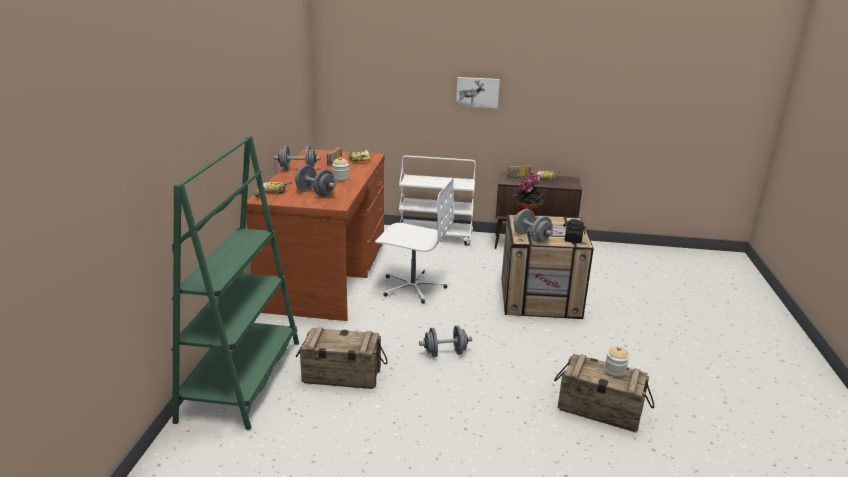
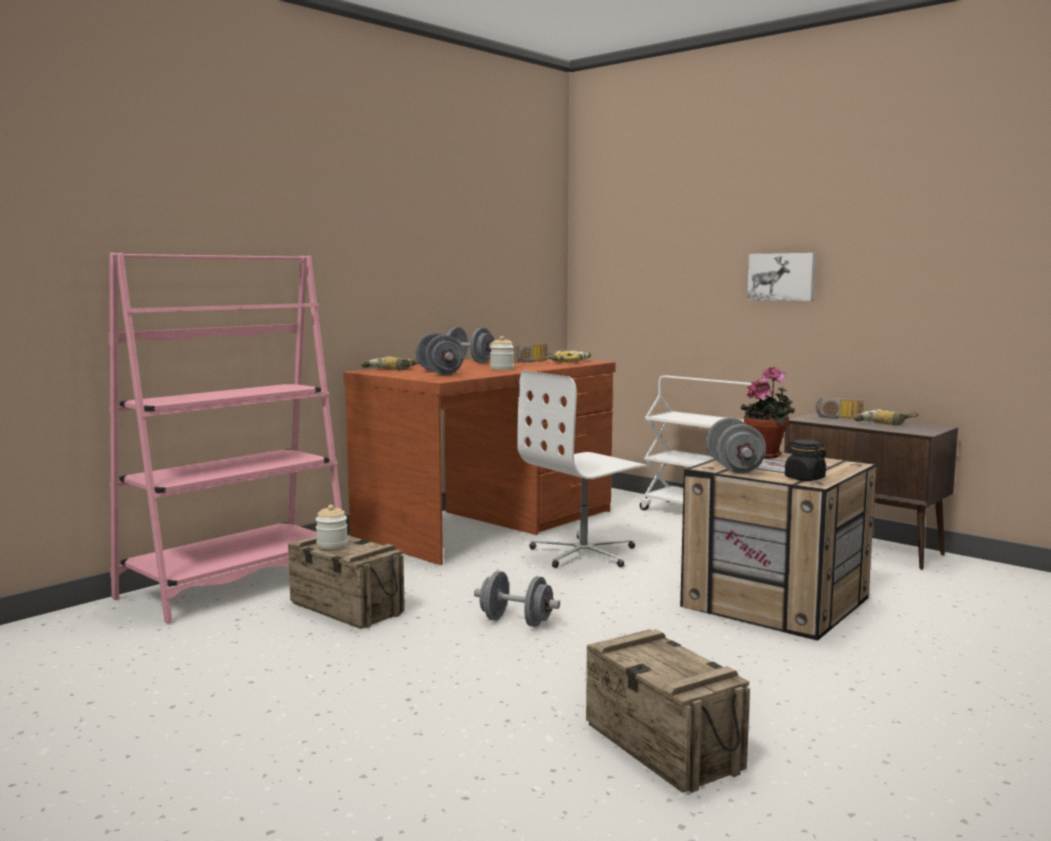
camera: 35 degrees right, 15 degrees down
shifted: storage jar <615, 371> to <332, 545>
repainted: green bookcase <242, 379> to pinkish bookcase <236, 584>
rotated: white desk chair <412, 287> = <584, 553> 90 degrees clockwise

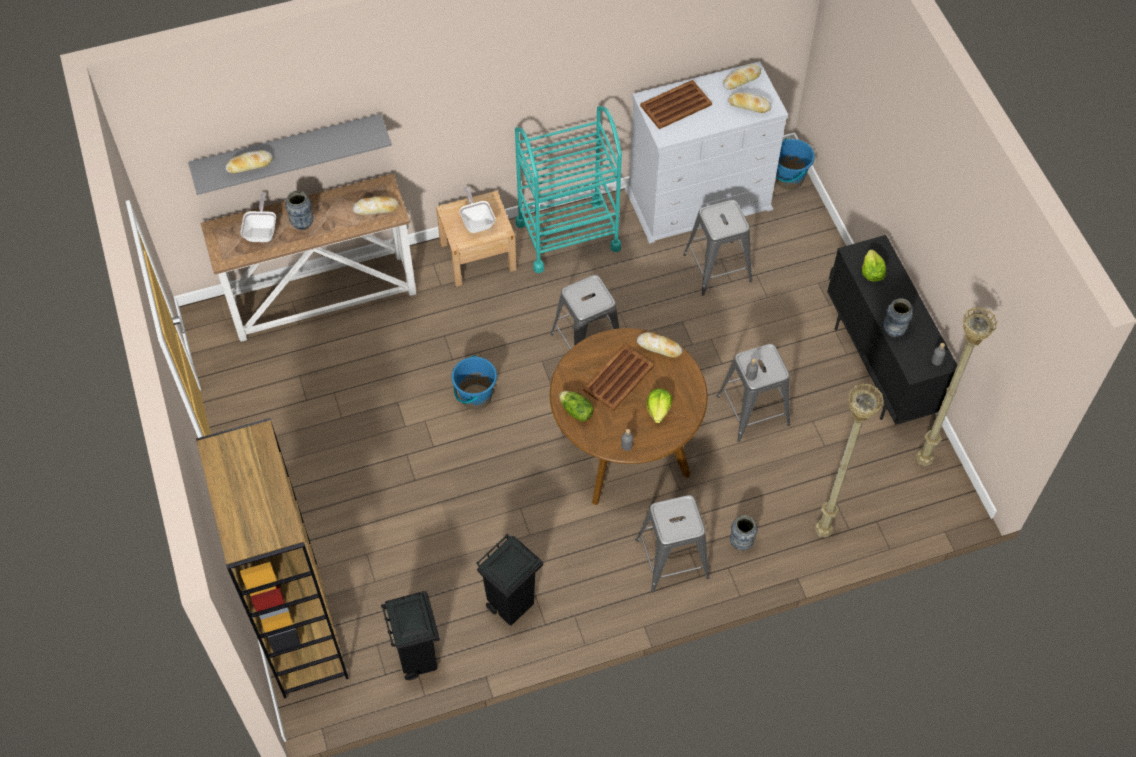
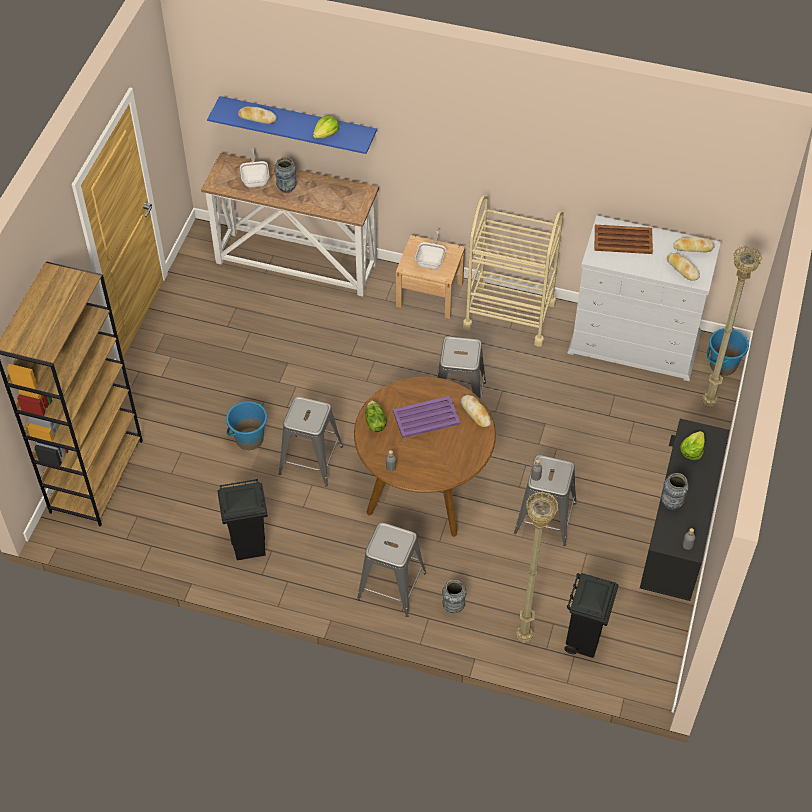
camera: 35 degrees right, 5 degrees down
gone: bakery bread <375, 208>
shifted: blue water bucket <475, 397> to <249, 439>; greyish sitting stool <717, 268> to <311, 460>; lettuce head <658, 409> to <326, 134>; black waste bin <418, 658> to <583, 641>; beige-coloured floor lamp <923, 462> to <708, 405>
repainted: greyish bracket shelf <288, 148> to blue bracket shelf <298, 123>; brownish serving tray <618, 378> to purple serving tray <425, 417>; blue-green cart <567, 235> to beige-coloured cart <509, 315>
rotated: frying pan <262, 231> = <255, 179> 45 degrees counterclockwise

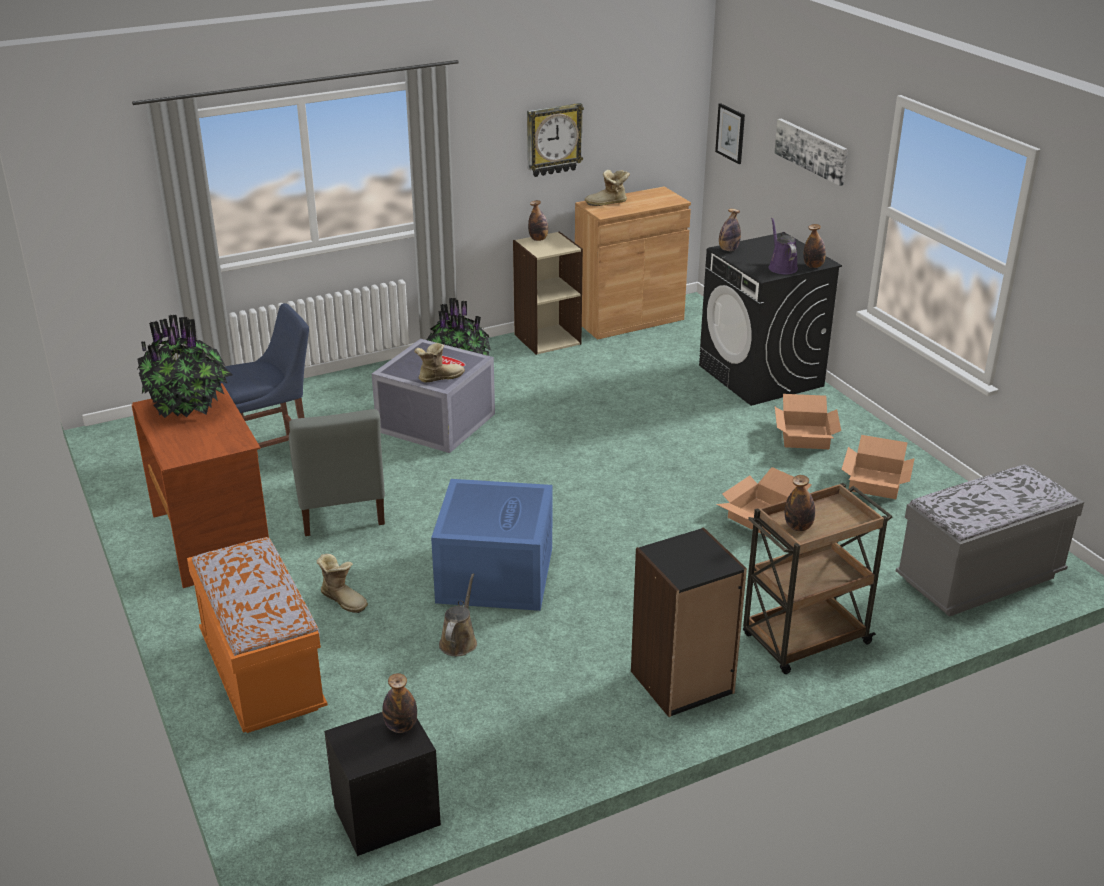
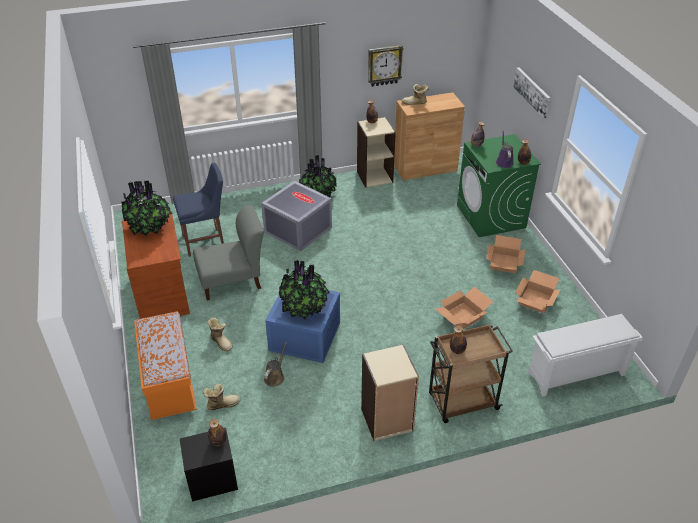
camera: 10 degrees right, 10 degrees up
gone: picture <730, 133>
new: potted plant <305, 309>
shifted: tall boot <439, 377> to <222, 404>
swapped: greyish indoor bench <979, 579> to white shoe rack <575, 374>
repainted: black bookcase <682, 683> to beige-coloured bookcase <387, 420>; black laundry machine <761, 376> to green laundry machine <491, 216>
rotated: greyish upright chair <339, 506> = <232, 280> 105 degrees counterclockwise

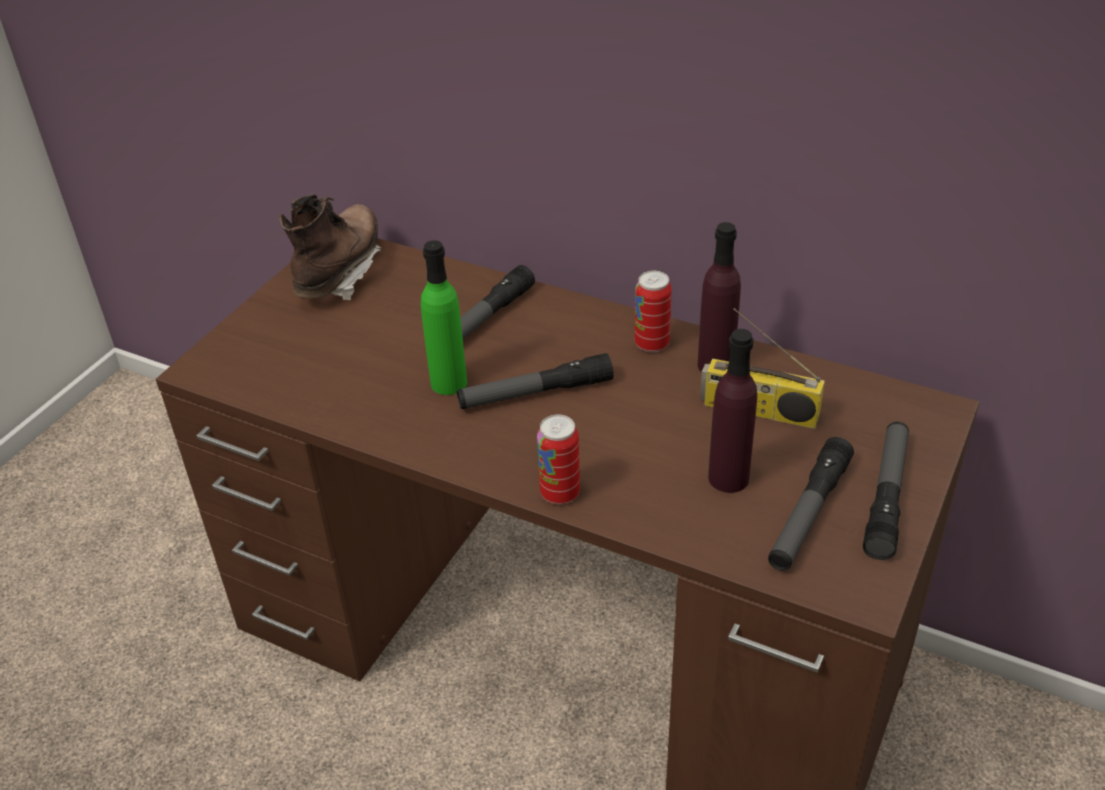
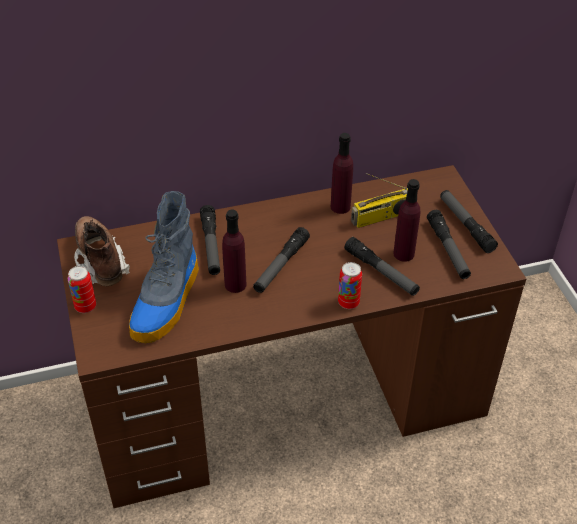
camera: 45 degrees left, 5 degrees up
new: tall boot <166, 302>; torch <381, 272>
shifted: metal can <651, 344> to <85, 307>
repainted: green drink bottle <448, 383> to purple drink bottle <235, 284>

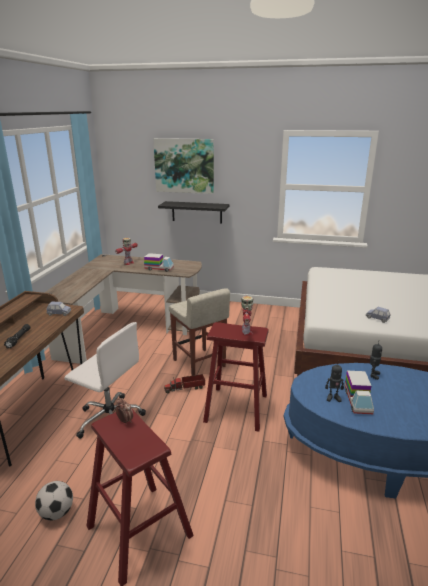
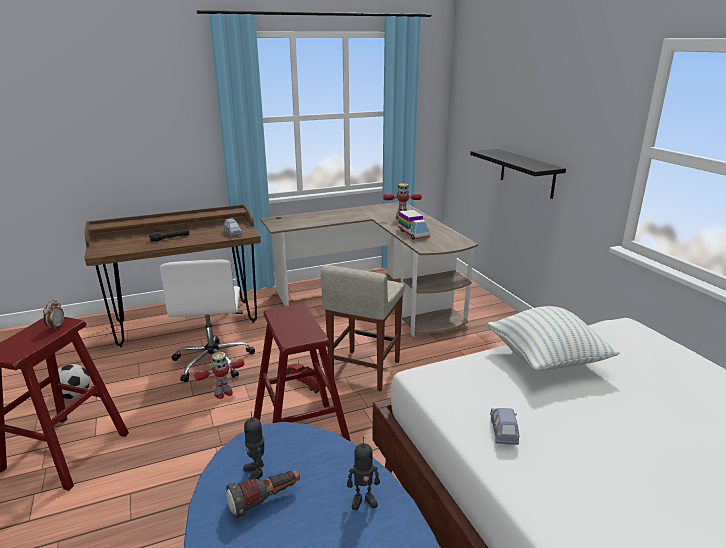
camera: 55 degrees right, 0 degrees up
gone: picture <184, 166>
new: throw pillow <546, 360>
shifted: robot figure <246, 332> to <223, 393>
swapped: toy truck <357, 401> to torch <265, 501>

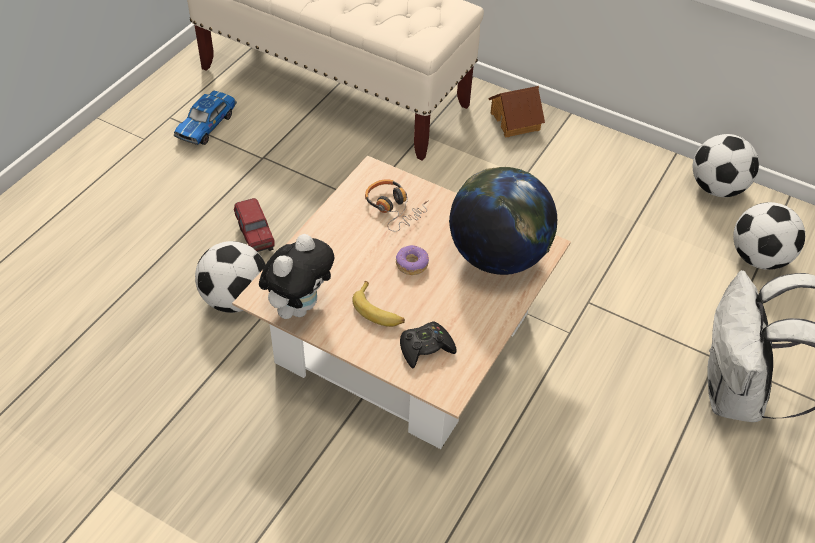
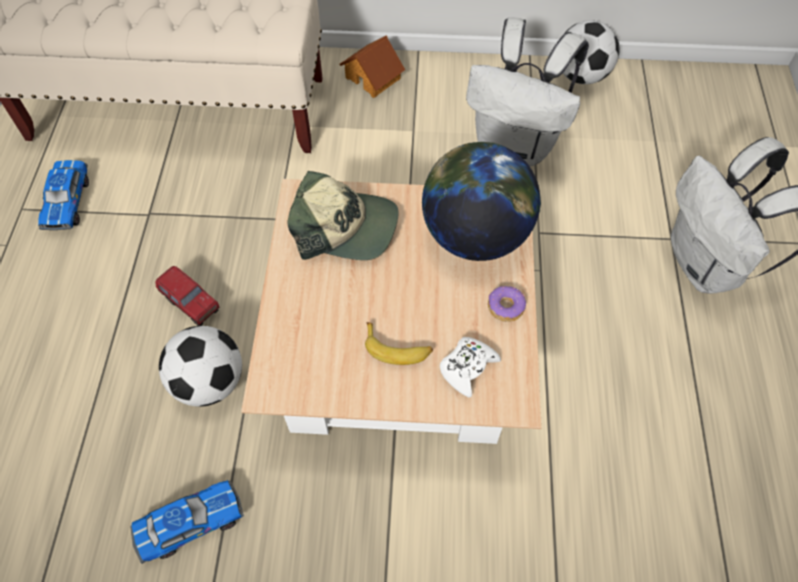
camera: 25 degrees left, 10 degrees up
gone: plush toy <299, 306>; ball for football <758, 258>
new: toy car <189, 524>; white rucksack <516, 145>
shifted: ring doughnut <411, 264> to <505, 307>
swapped: headphones <394, 209> to peaked cap <345, 227>
repainted: black gamepad <425, 348> to white gamepad <467, 368>

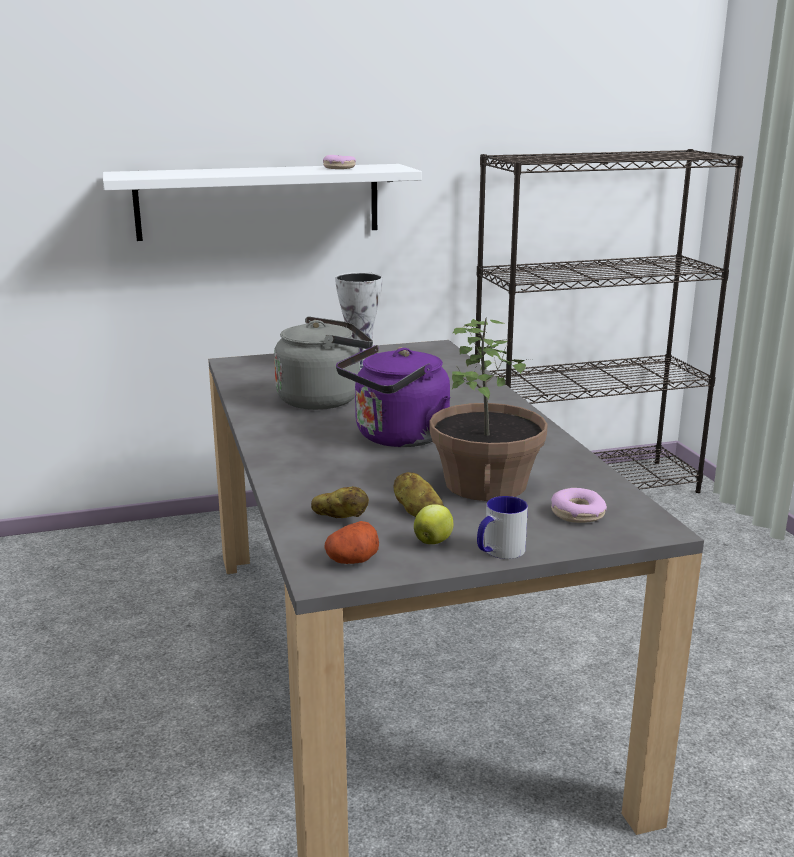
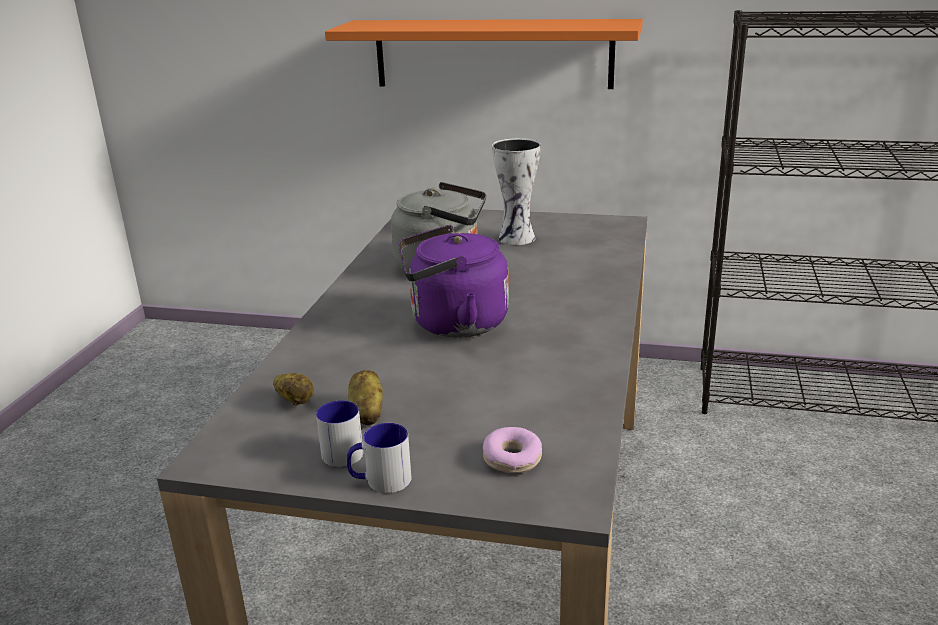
camera: 30 degrees right, 5 degrees up
gone: ring doughnut <339, 168>; potato <352, 560>; potted plant <487, 484>
swapped: apple fruit <433, 542> to coffee mug <338, 450>
repainted: white bracket shelf <259, 201> to orange bracket shelf <492, 54>

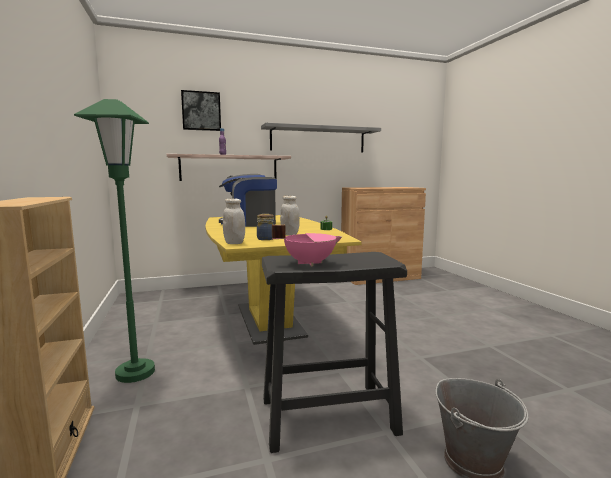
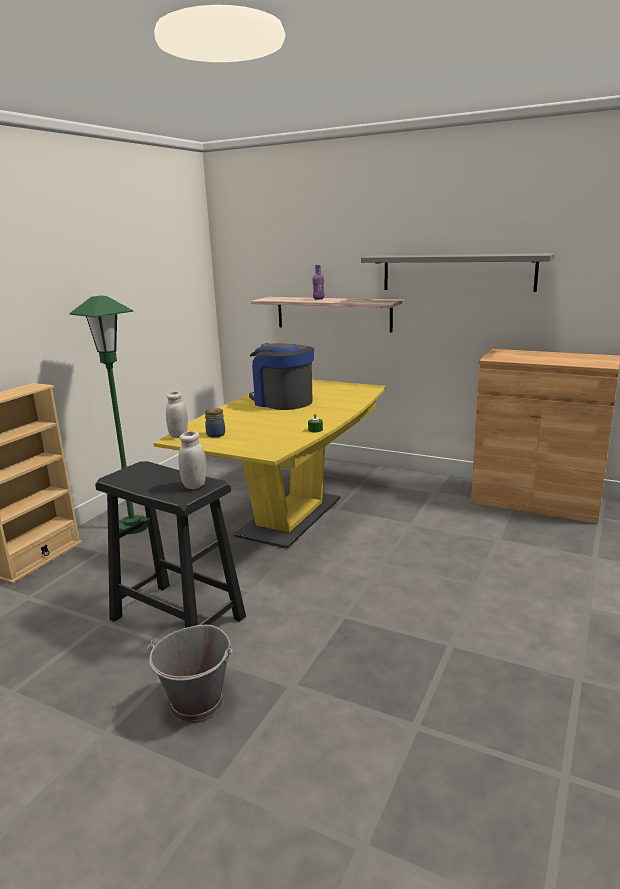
camera: 45 degrees right, 10 degrees up
gone: picture <201, 111>; pinkish stockpot <309, 263>
shifted: white storage jar <290, 234> to <195, 485>

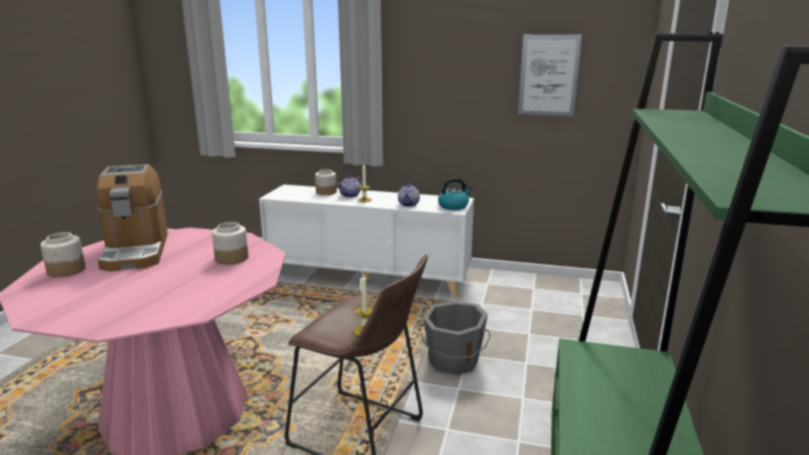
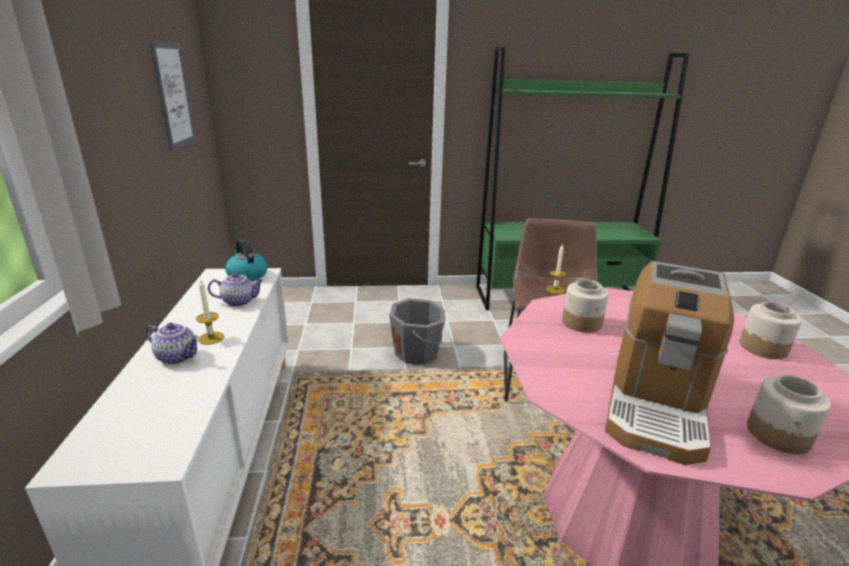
camera: 110 degrees left, 5 degrees up
shifted: storage jar <326, 192> to <763, 348>
rotated: coffee machine <136, 251> = <655, 404> 150 degrees clockwise

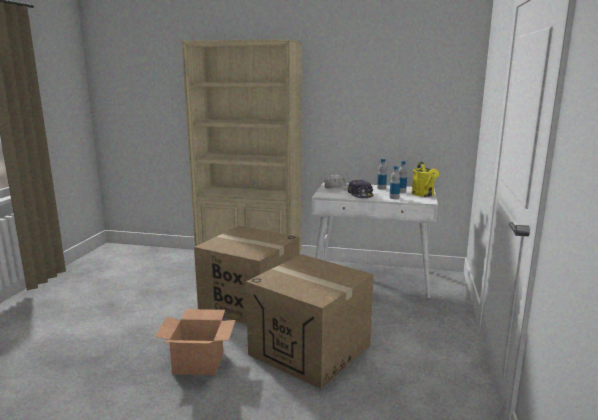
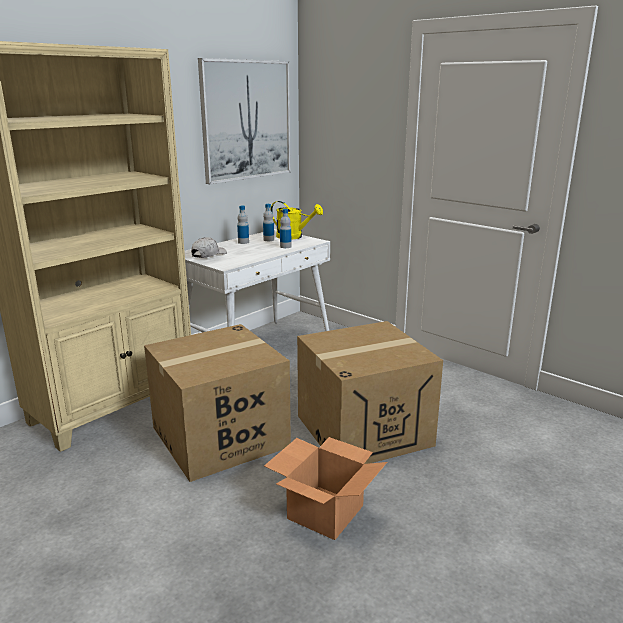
camera: 60 degrees left, 5 degrees up
gone: peaked cap <360, 194>
new: picture <246, 120>

